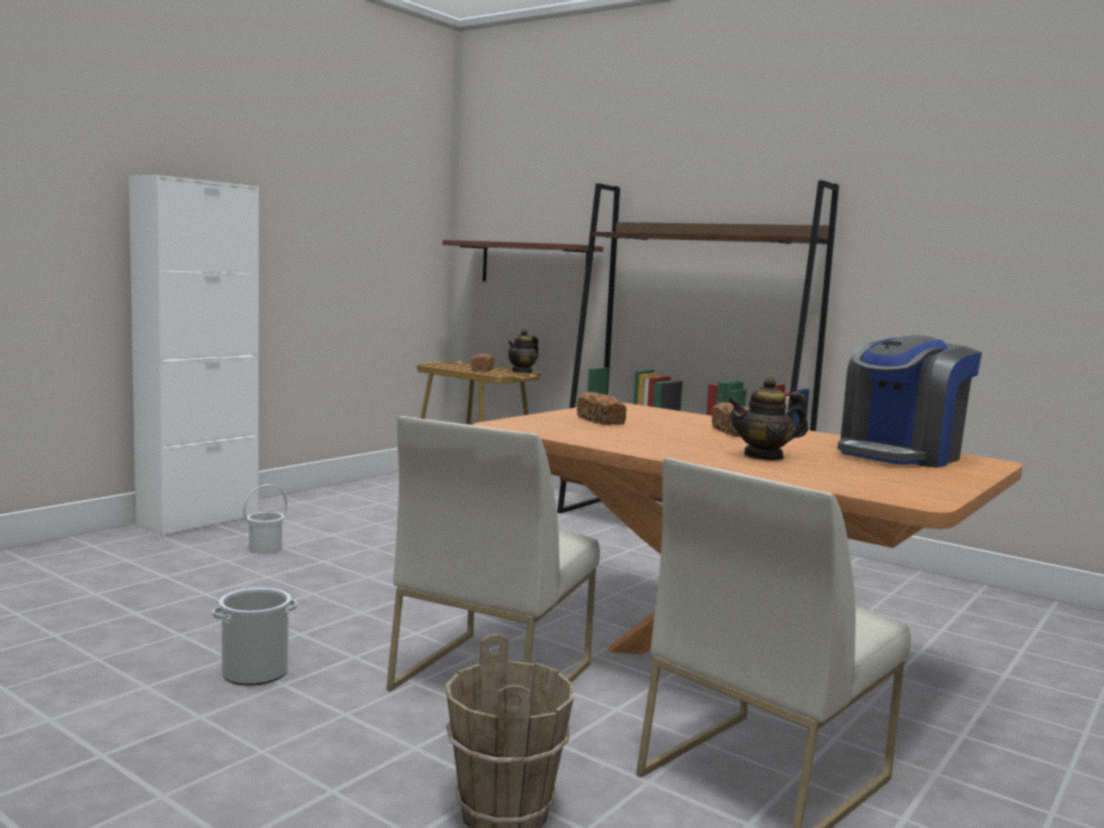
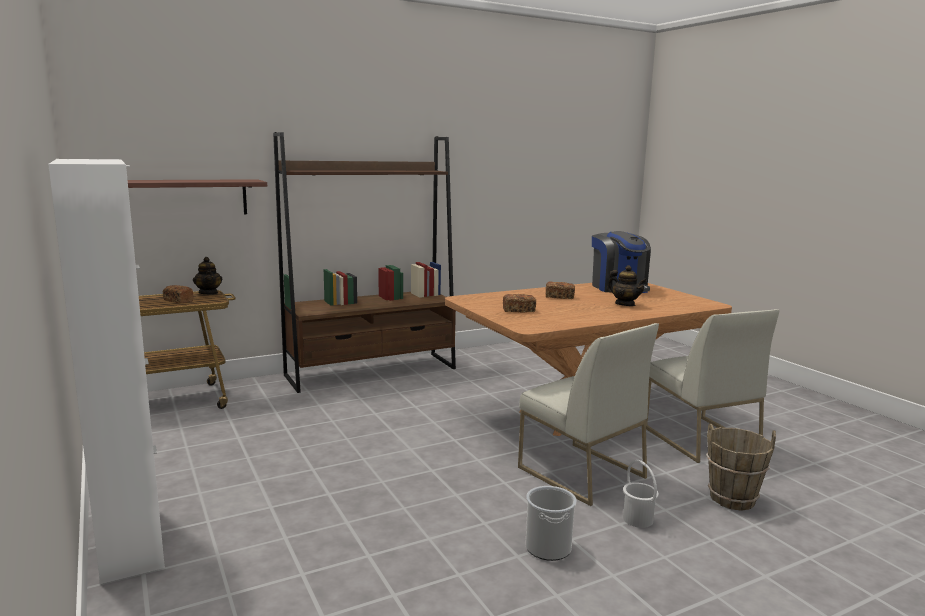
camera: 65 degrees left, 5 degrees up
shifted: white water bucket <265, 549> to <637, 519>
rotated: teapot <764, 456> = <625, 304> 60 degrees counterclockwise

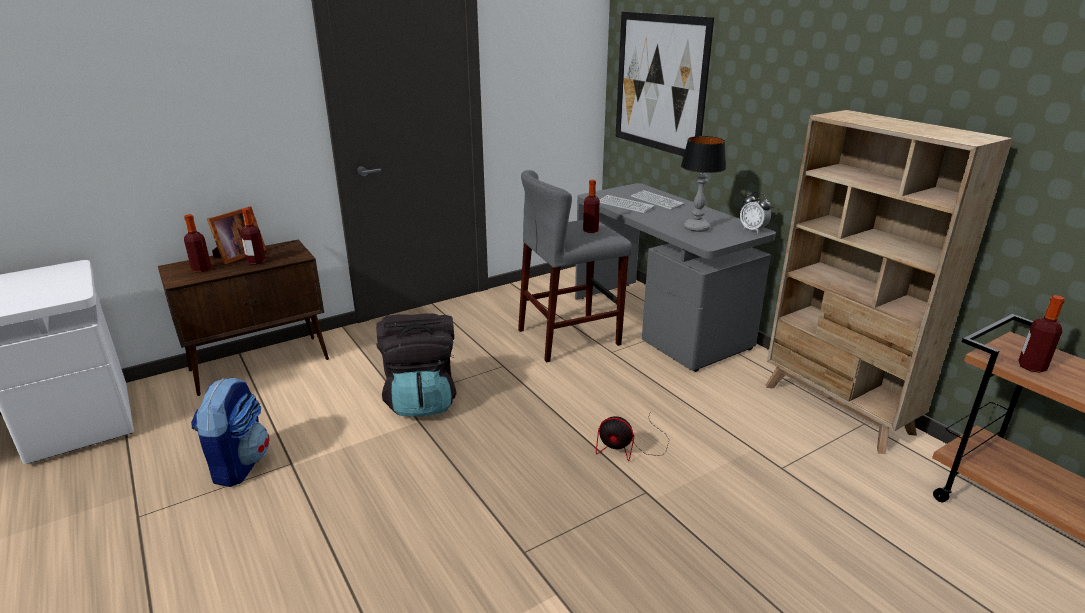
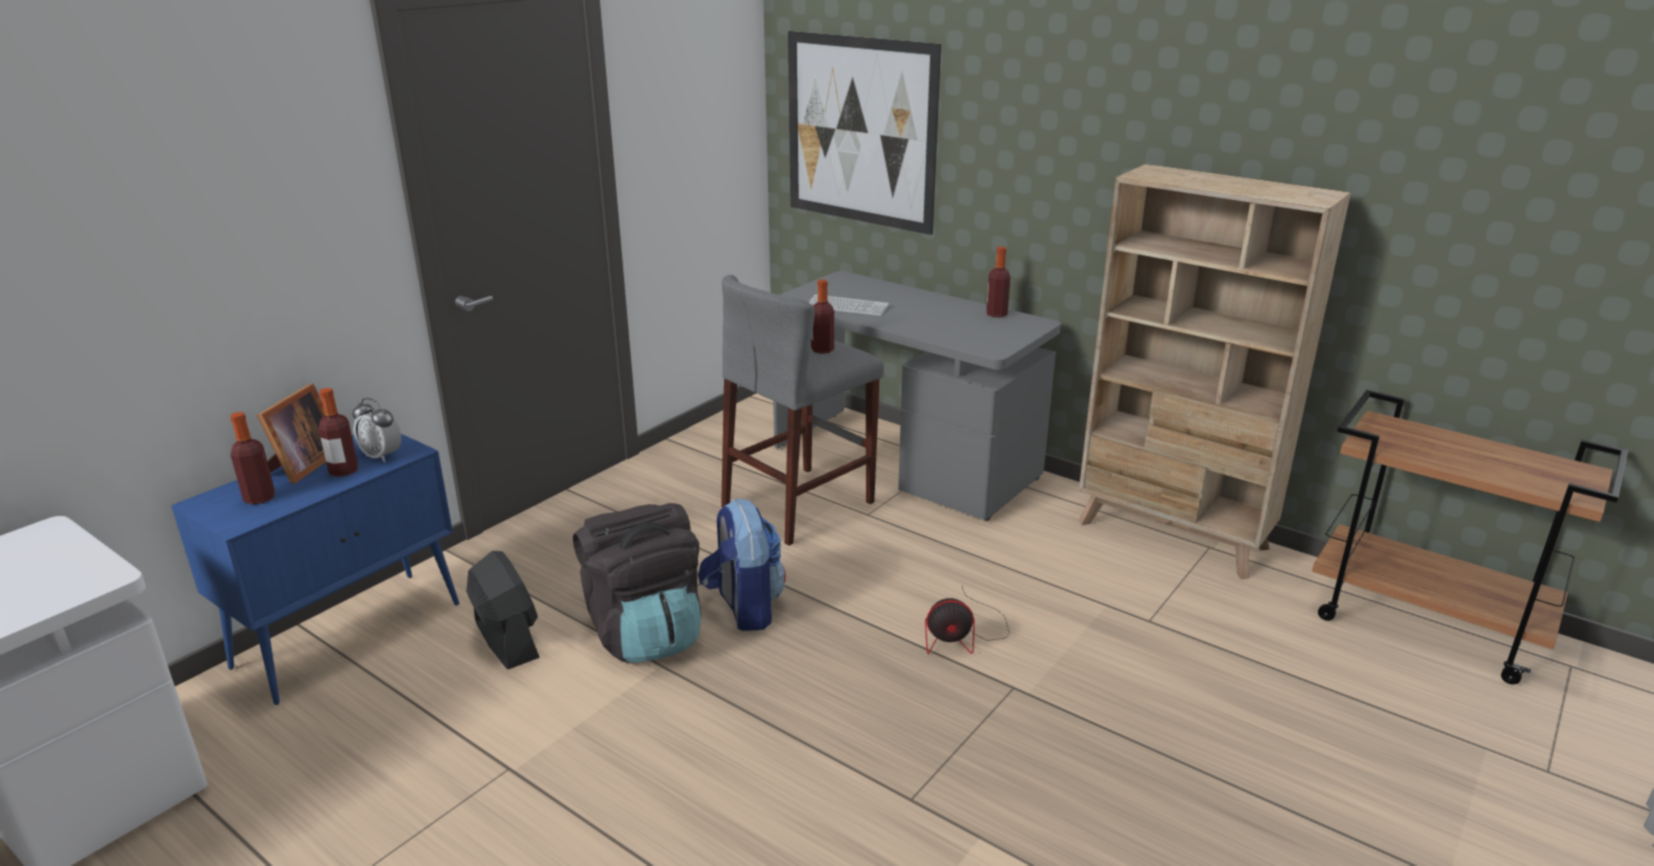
camera: 20 degrees left, 0 degrees up
gone: computer keyboard <656, 201>; tabletop lamp <696, 228>
new: black cooling fan <506, 639>
shifted: bedside clock <753, 230> to <382, 456>; rucksack <239, 464> to <744, 608>; drink bottle <1031, 367> to <996, 314>
repainted: brownish storage cabinet <261, 364> to blue storage cabinet <351, 634>

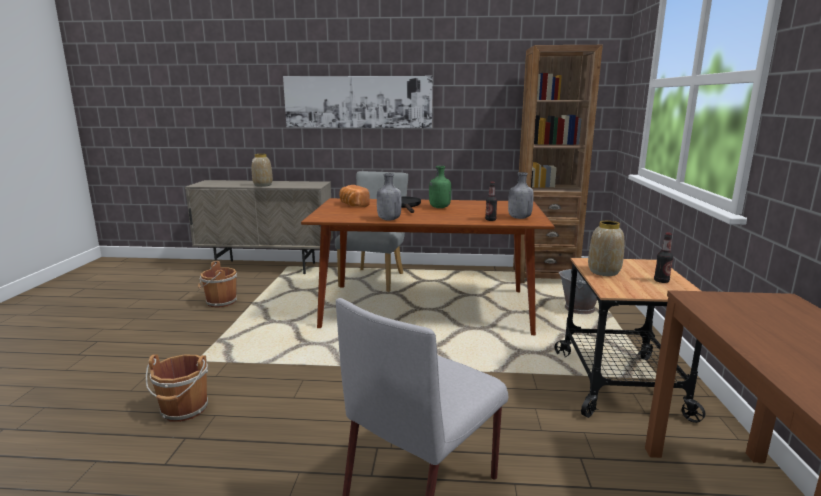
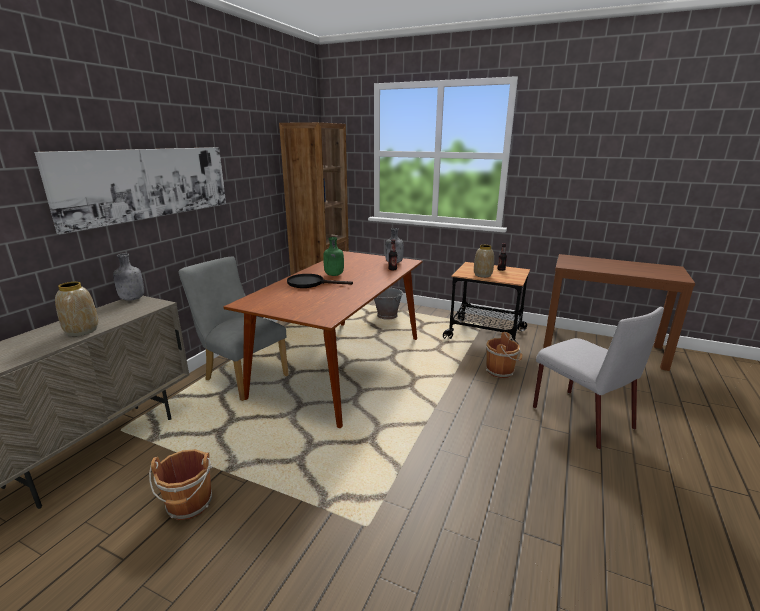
camera: 70 degrees left, 5 degrees up
gone: bakery bread <353, 205>
shifted: greyish drink bottle <388, 219> to <132, 299>; brownish water bucket <184, 410> to <501, 371>

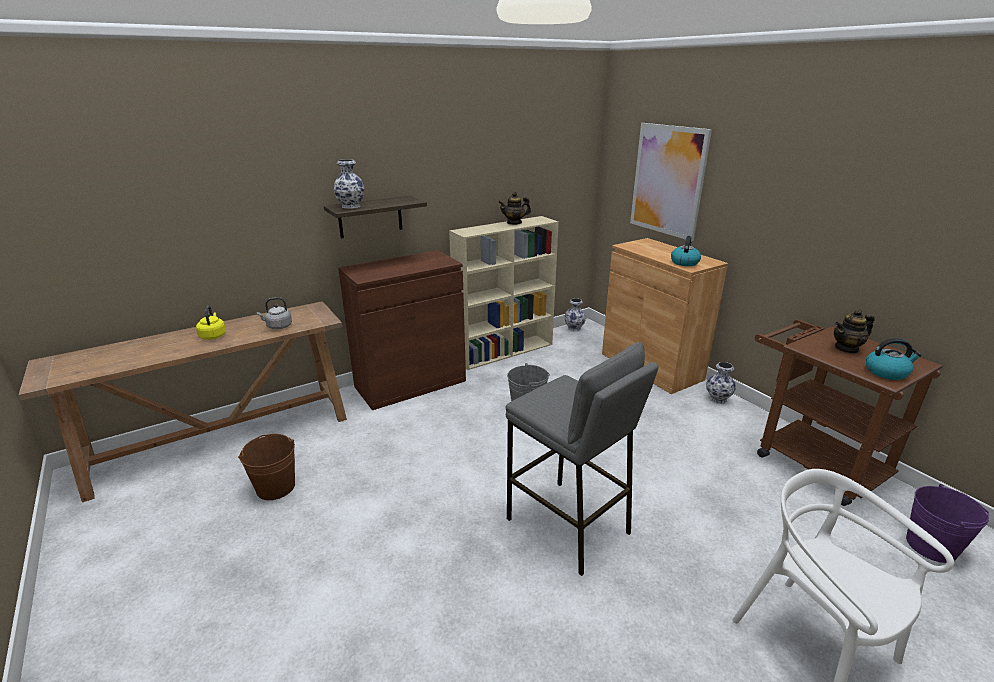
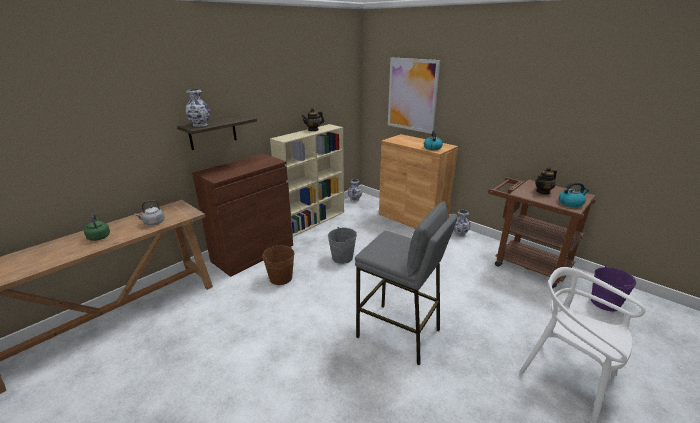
camera: 15 degrees left, 0 degrees up
shifted: brownish water bucket <276, 487> to <281, 278>
repainted: yellowish water kettle <213, 335> to green water kettle <99, 237>

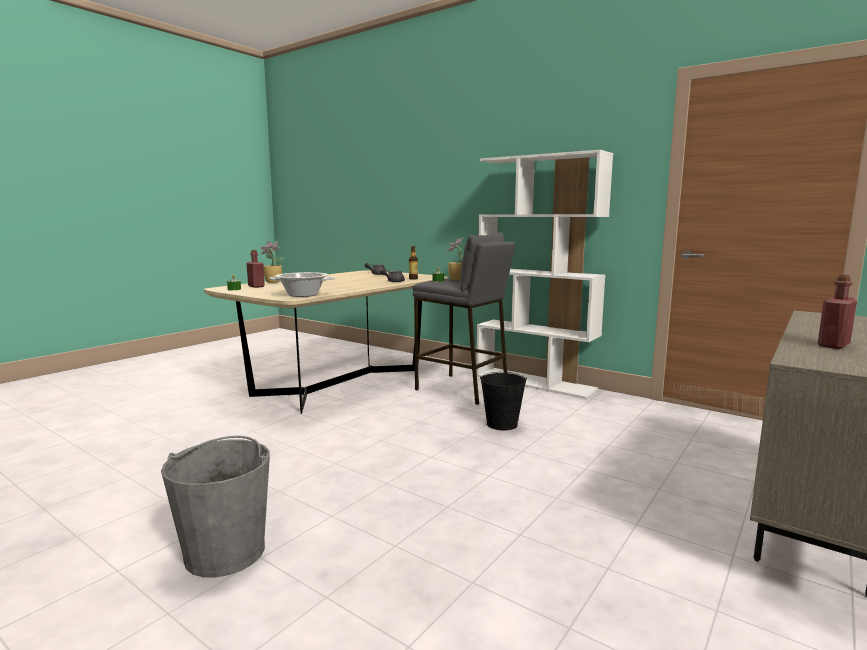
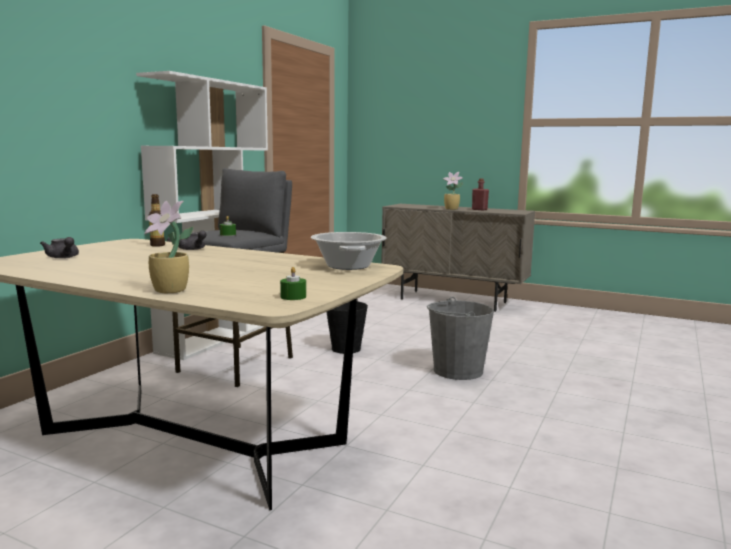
camera: 100 degrees left, 0 degrees up
gone: red drink bottle <256, 286>
shifted: greyish water bucket <226, 552> to <457, 370>; potted plant <456, 279> to <452, 209>

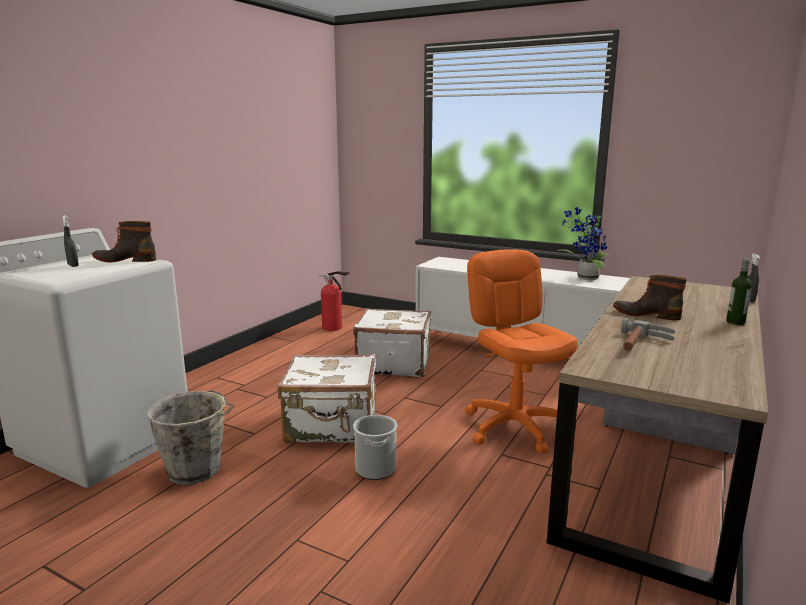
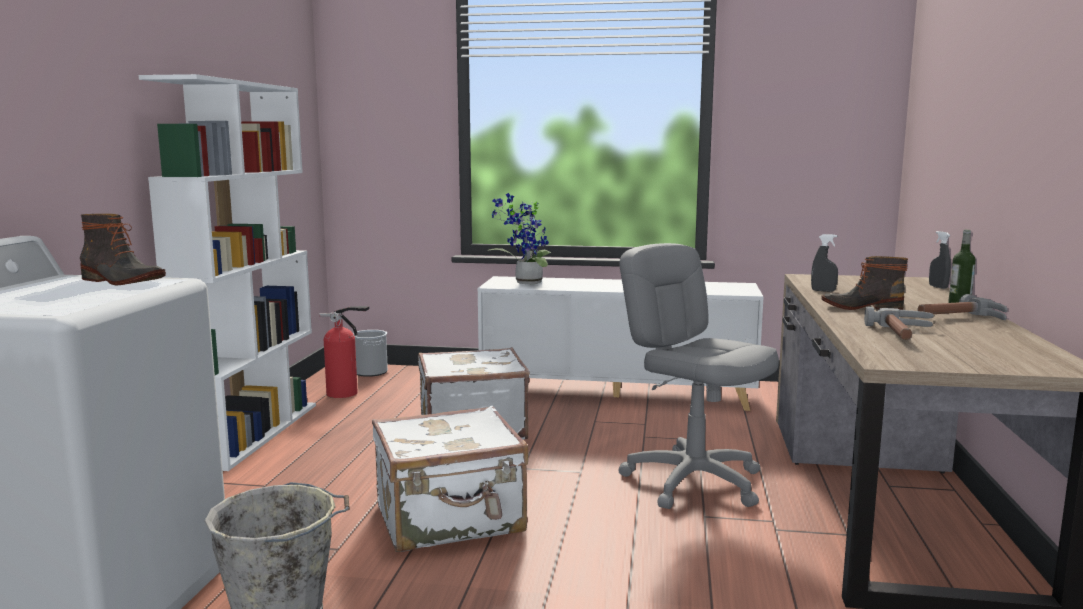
camera: 20 degrees left, 5 degrees down
new: white bookcase <252, 433>; tool hammer <961, 319>
shifted: water bucket <376, 469> to <371, 372>; potted plant <584, 278> to <525, 283>; greyish hand sprayer <73, 265> to <823, 291>
repainted: orange desk chair <515, 427> to greyish desk chair <693, 481>
rotated: tall boot <126, 260> = <121, 281> 135 degrees counterclockwise

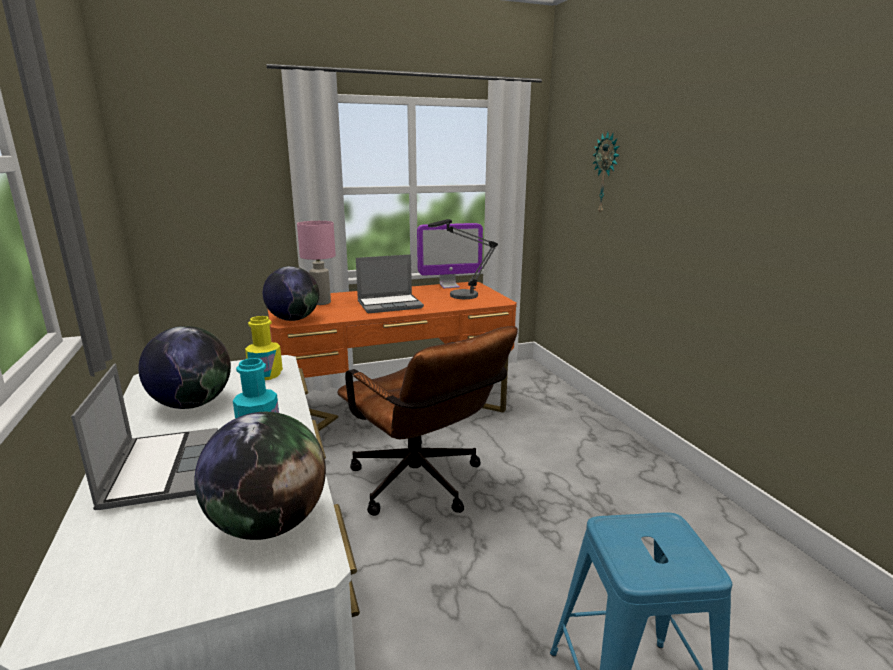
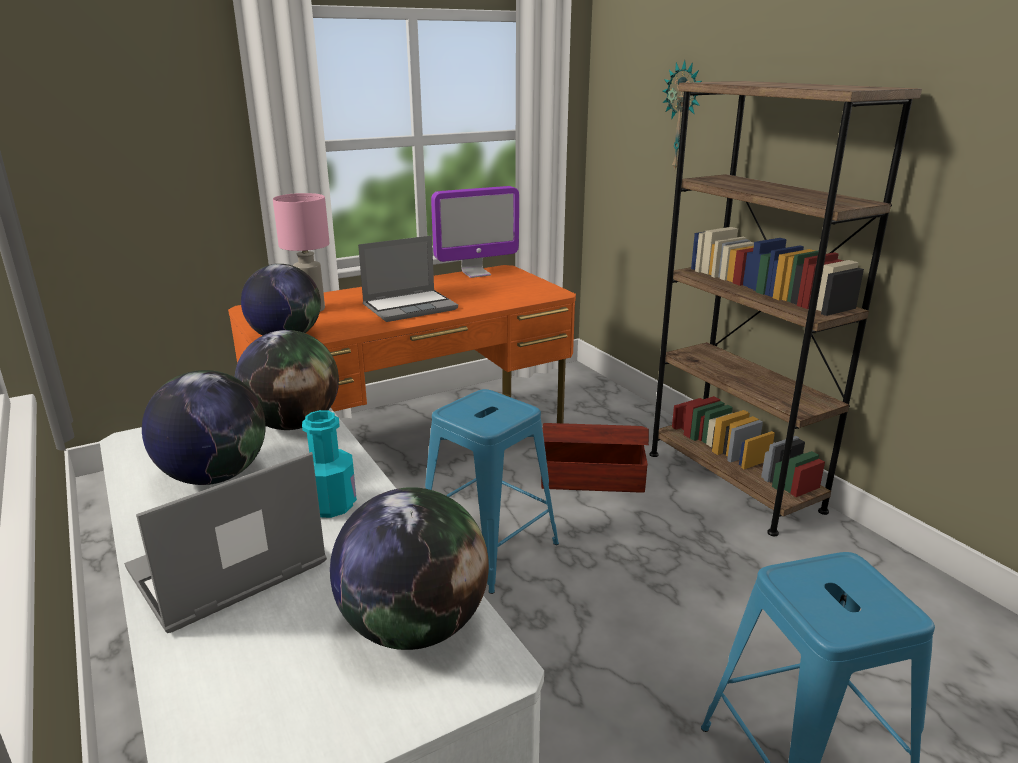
camera: 10 degrees left, 5 degrees up
gone: tabletop lamp <458, 297>
new: brownish storage container <591, 477>; brownish bookcase <733, 481>
swapped: yellowish drink bottle <266, 374> to world globe <293, 424>; brownish desk chair <423, 486> to blue sitting stool <488, 546>
rotated: notebook computer <161, 468> = <226, 571> 105 degrees counterclockwise

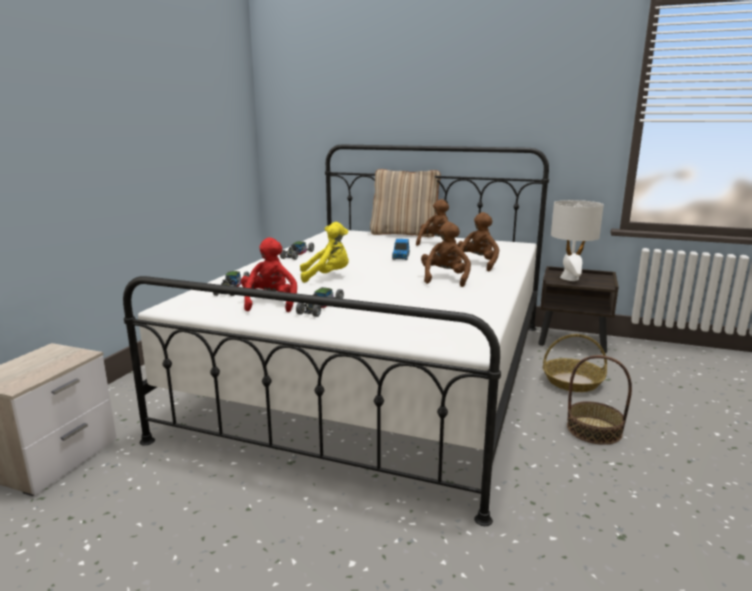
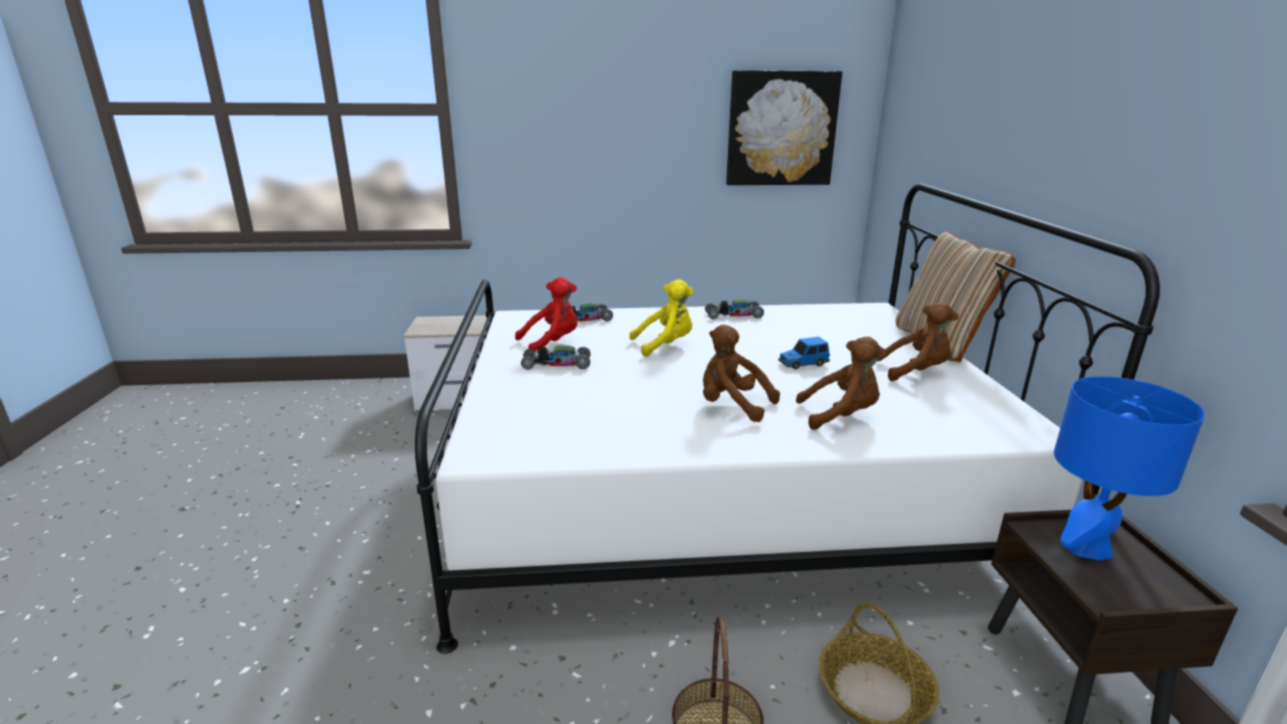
camera: 65 degrees right, 5 degrees up
new: picture <781, 129>
repainted: white tabletop lamp <570, 278> to blue tabletop lamp <1087, 548>
rotated: yellowish plush toy <327, 276> = <665, 345> 75 degrees counterclockwise; brownish plush toy <445, 279> = <732, 406> 135 degrees counterclockwise

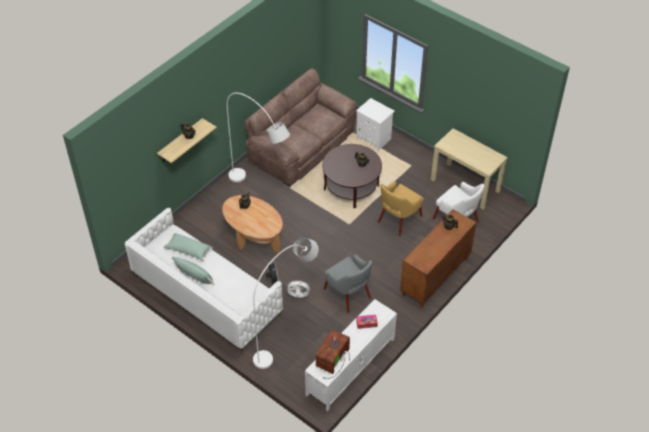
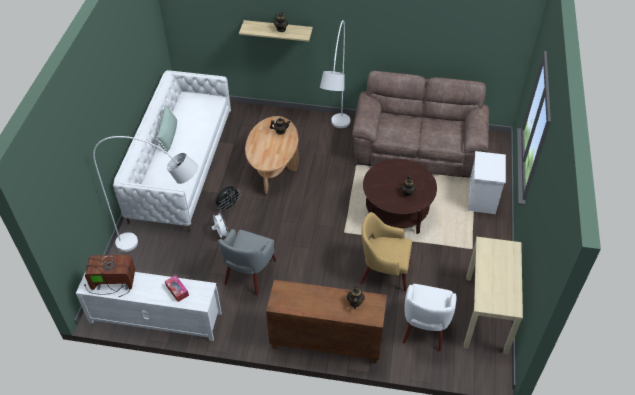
camera: 60 degrees right, 0 degrees up
gone: green throw pillow <188, 251>

